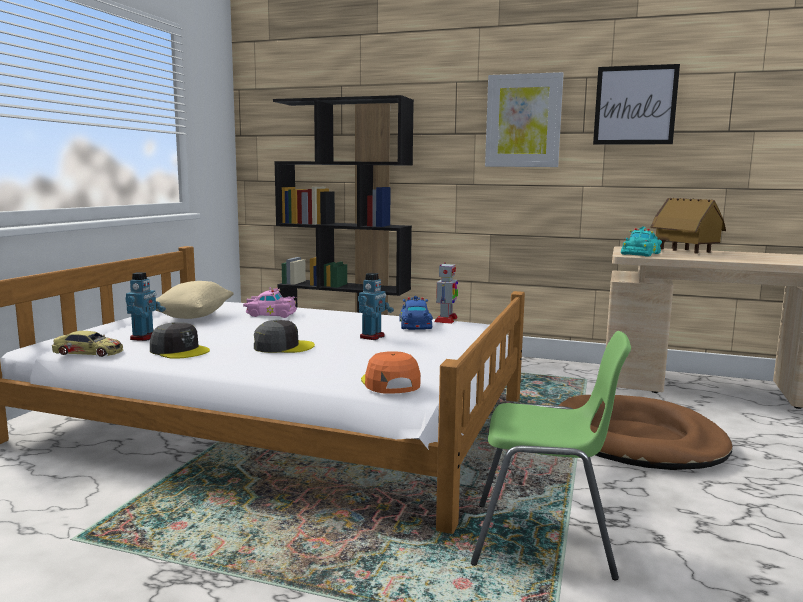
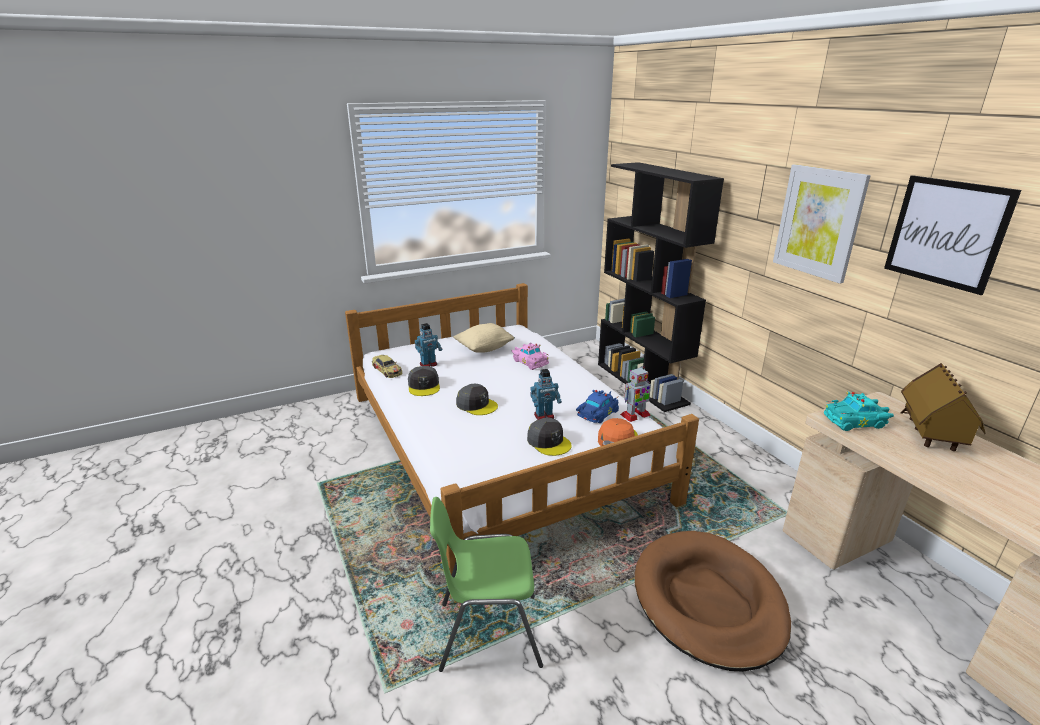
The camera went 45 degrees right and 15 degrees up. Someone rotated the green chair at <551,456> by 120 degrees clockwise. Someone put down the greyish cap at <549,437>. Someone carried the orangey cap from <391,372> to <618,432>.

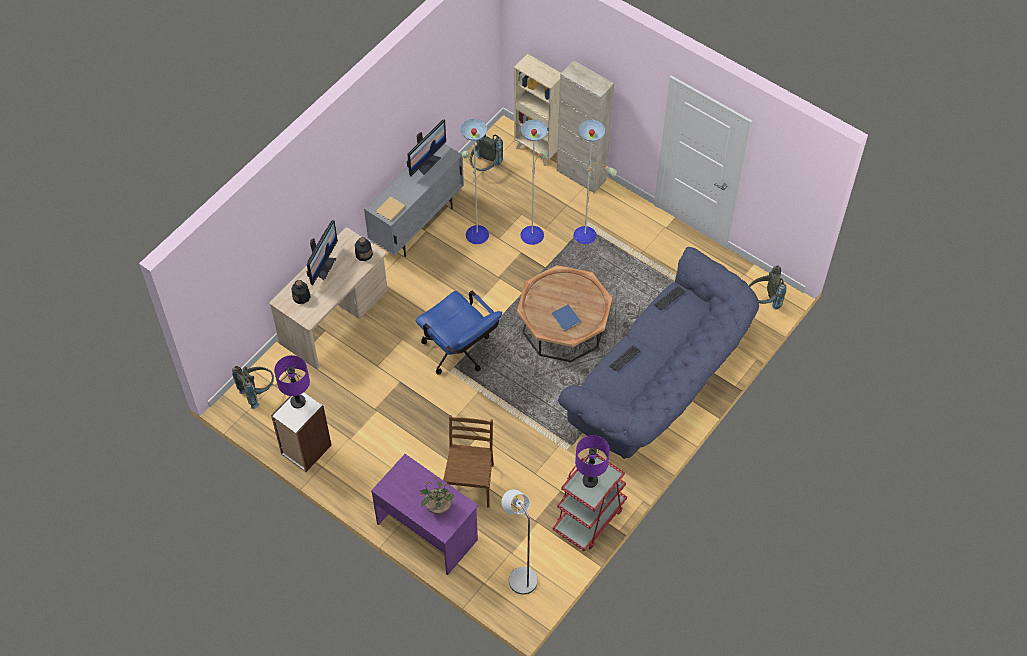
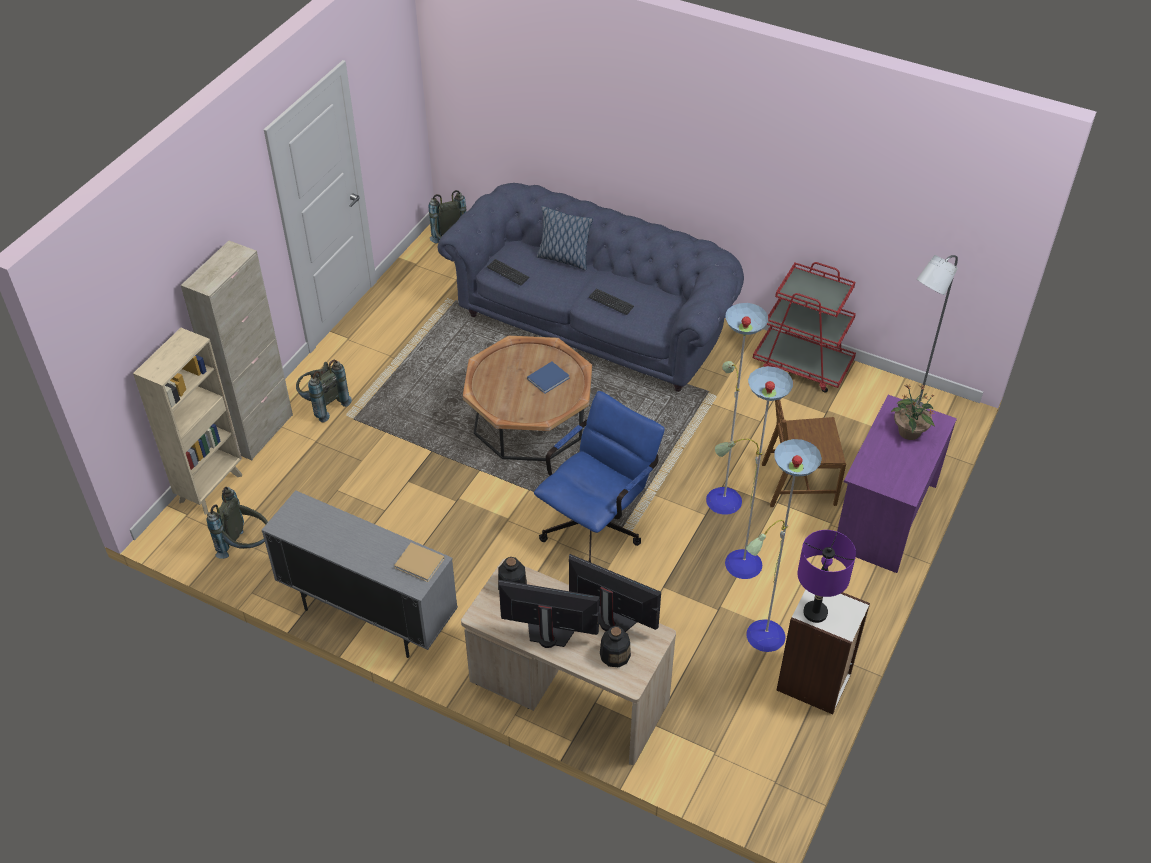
The camera went 100 degrees left and 10 degrees down. Someone carried the greyish backpack from <253,387> to <324,391>. Someone put down the pillow at <565,238>. Someone carried the computer display from <426,148> to <615,593>. Someone carried the standard lamp from <538,182> to <764,477>. Someone took away the purplish table lamp at <592,461>.

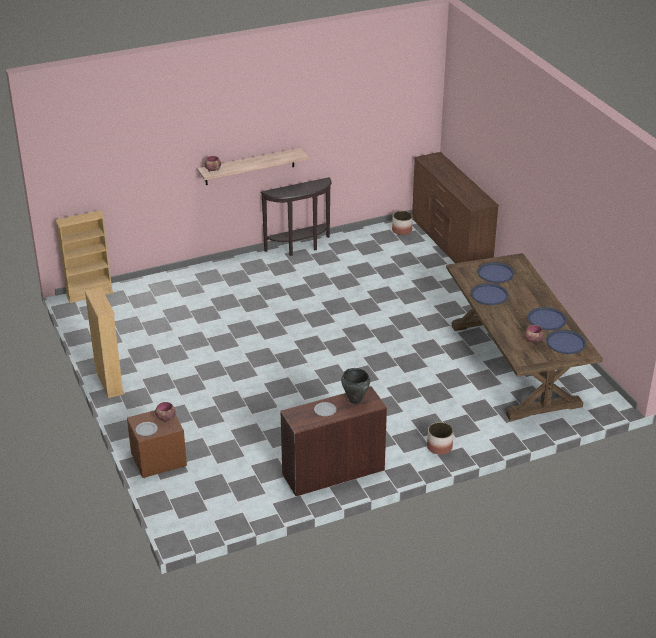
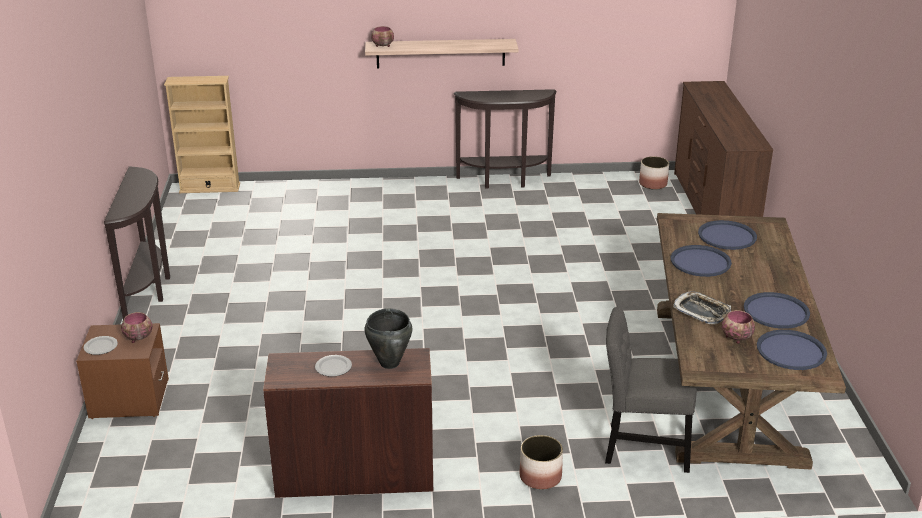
The camera went 20 degrees right and 5 degrees down. Someone swapped the sand-coloured shelving unit at <104,342> for the brownish hall table at <137,243>. Someone put down the greyish chair at <651,390>. Someone put down the tray at <702,307>.

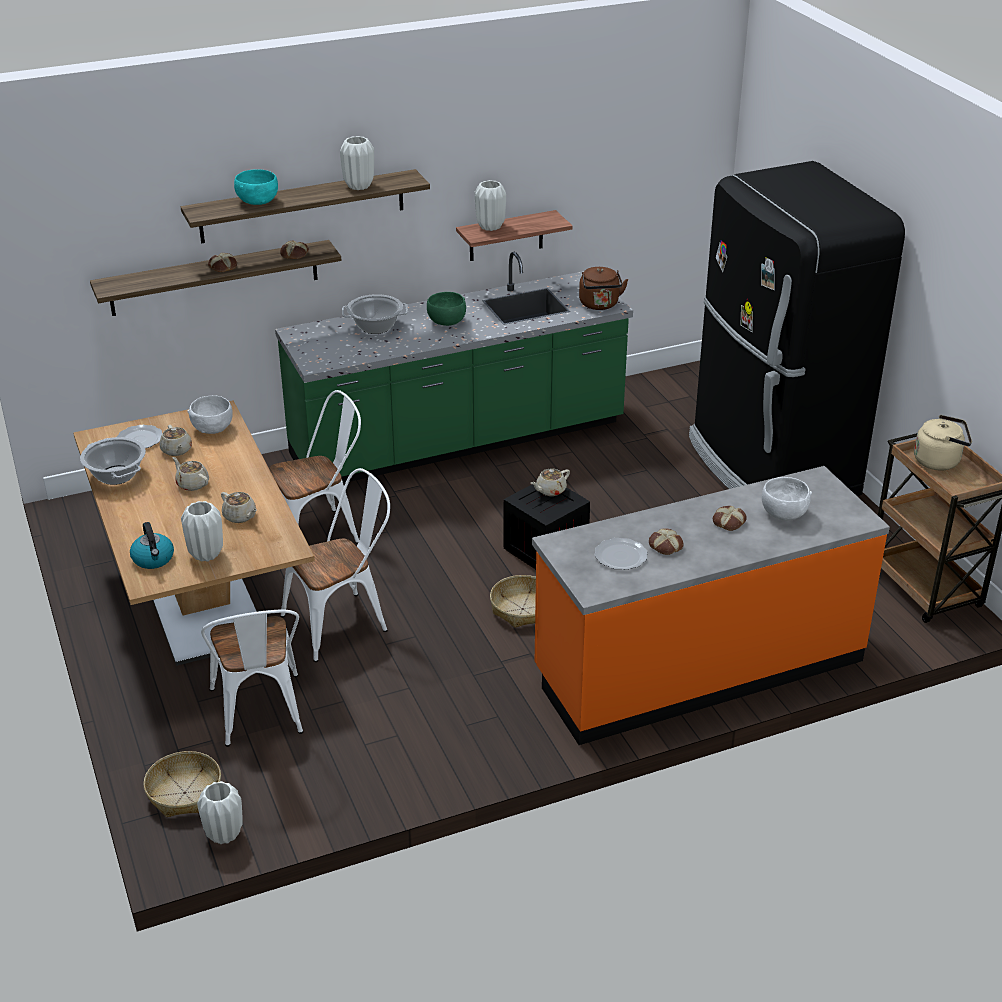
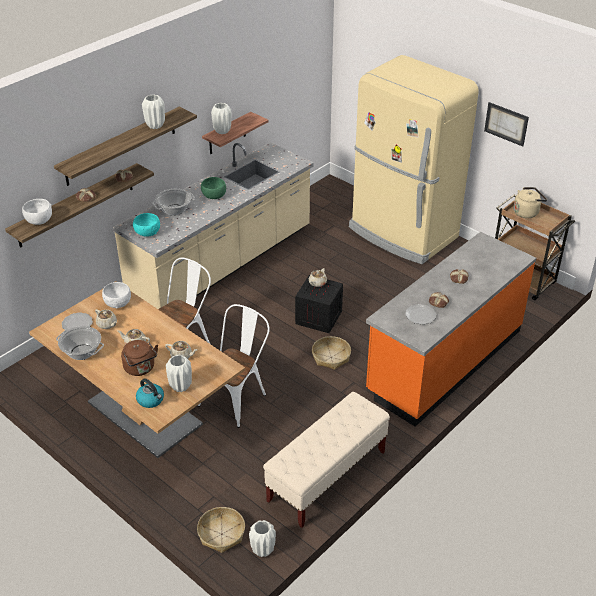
The camera went 25 degrees left and 5 degrees up. Someone carried the white bowl from <787,499> to <37,212>. Someone repainted the green kitchen counter at <454,367>, which became the sand-coloured kitchen counter at <213,225>. Someone carried the brownish water kettle from <603,288> to <139,358>. Someone carried the blue-green bowl from <256,187> to <146,225>. Someone put down the sand-coloured long seat at <326,460>. Someone repainted the blackish refrigerator at <797,328>, which became the sand-coloured refrigerator at <414,159>. Someone put up the wall art at <506,124>. Someone took away the white chair at <252,678>.

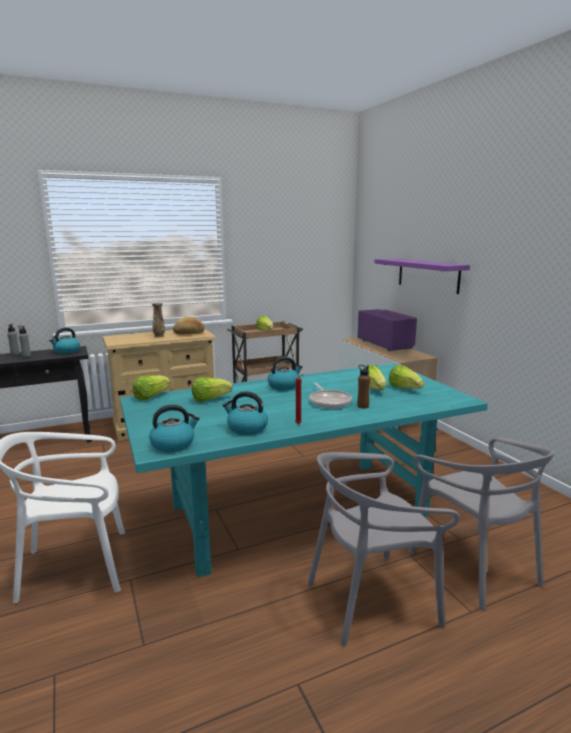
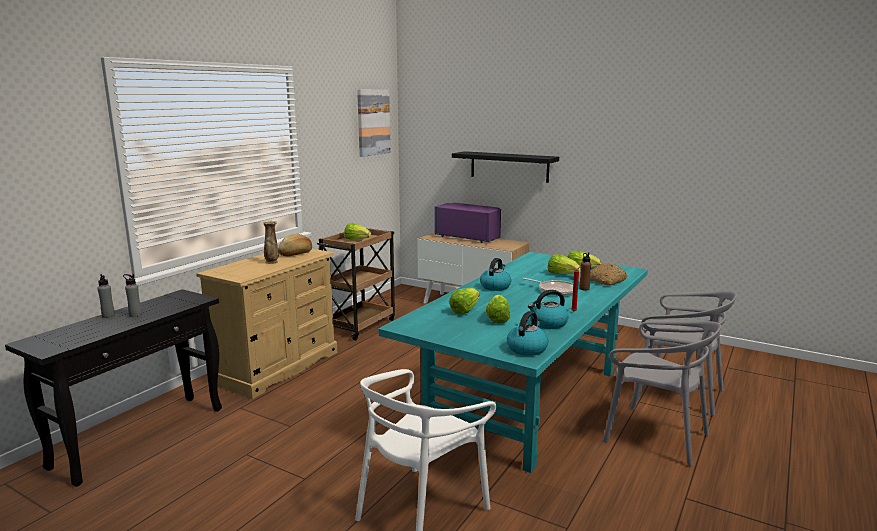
The camera went 35 degrees left and 0 degrees up. Someone put up the wall art at <374,123>. Someone repainted the purplish bracket shelf at <422,276>, which became the blackish bracket shelf at <505,167>. Someone carried the lettuce head from <151,387> to <498,309>. Someone put down the baked bread at <608,274>. Someone rotated the greyish chair at <383,549> by 90 degrees counterclockwise. Someone took away the water kettle at <64,341>.

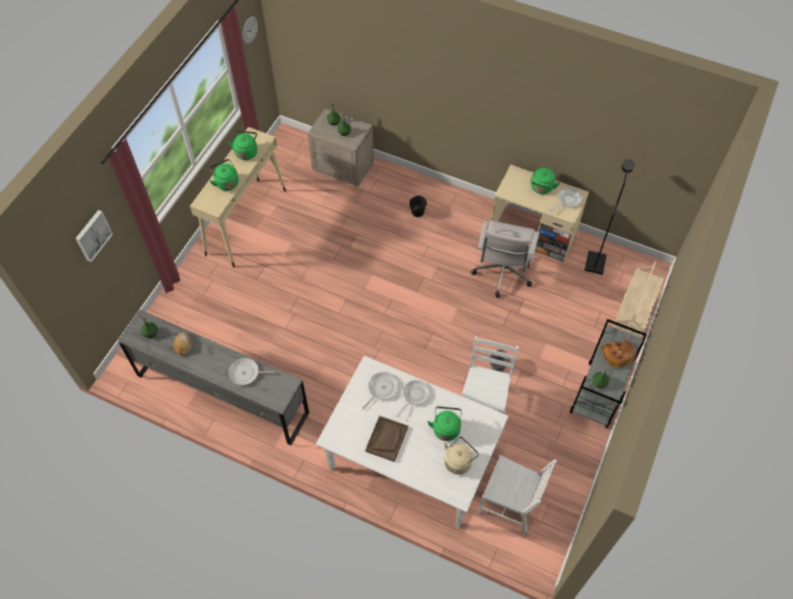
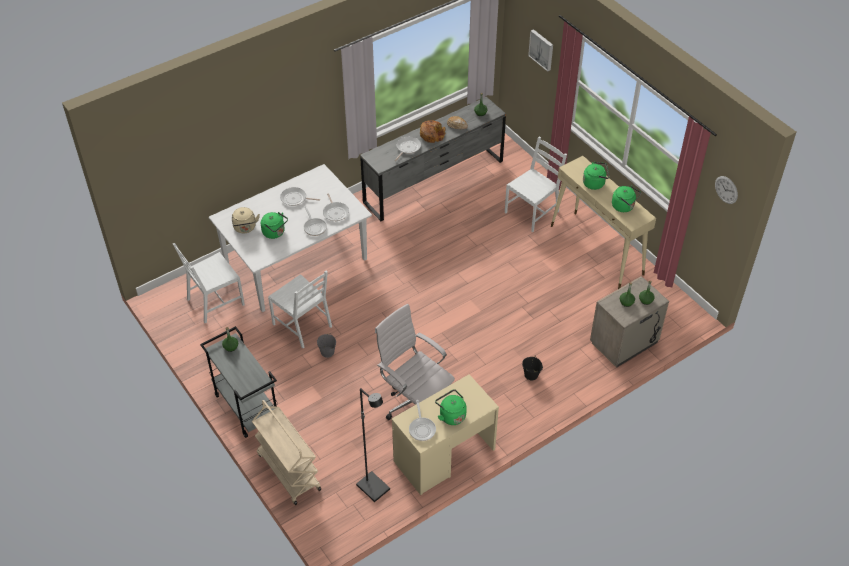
The camera went 120 degrees right and 10 degrees down. Someone swapped the brownish tray at <386,439> for the pan at <300,196>. Someone carried the baked bread from <618,354> to <432,131>. Someone put down the white chair at <536,184>.

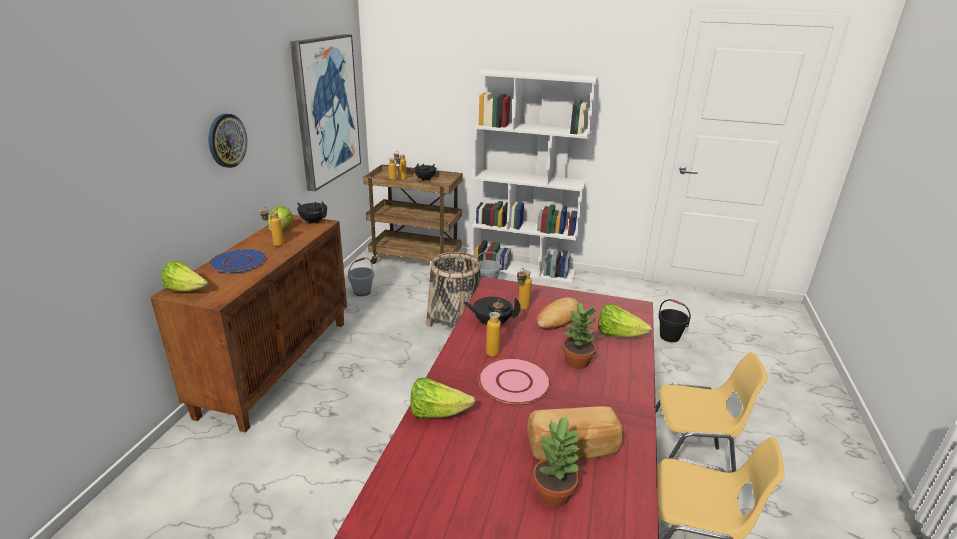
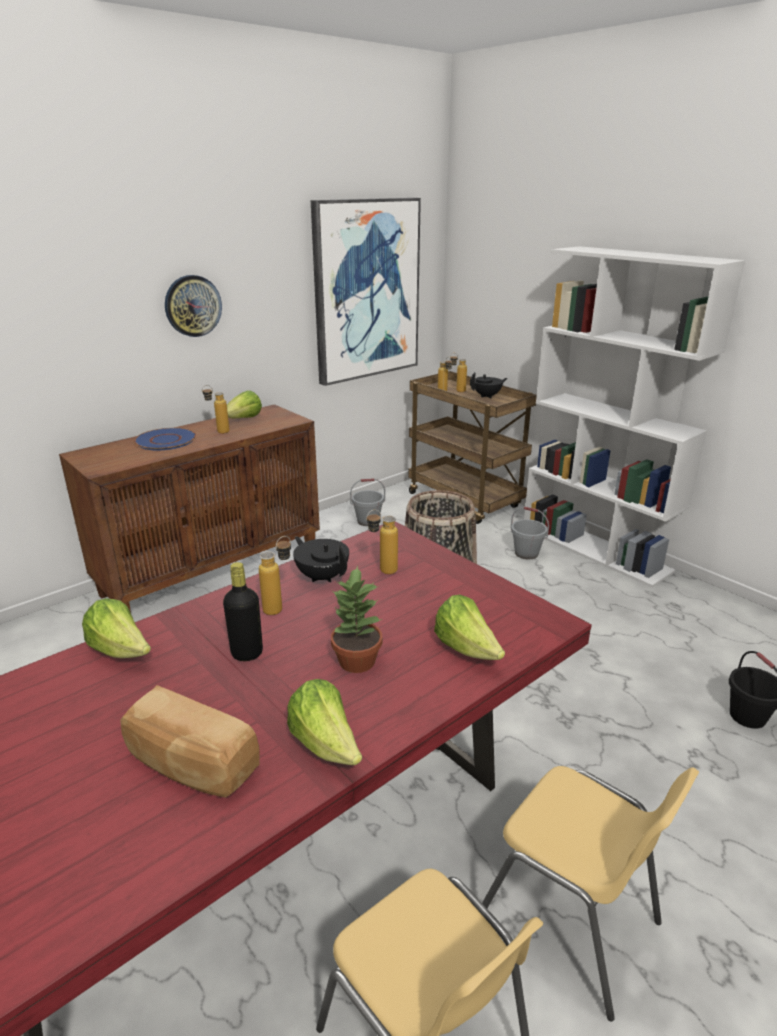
The camera went 35 degrees right and 0 degrees up. Someone swapped the pinkish plate at <514,381> for the blackish drink bottle at <243,611>. Someone carried the lettuce head from <184,276> to <324,722>. Someone took away the blackish teapot at <312,212>. Someone took away the potted plant at <557,460>. Someone took away the baked bread at <557,313>.

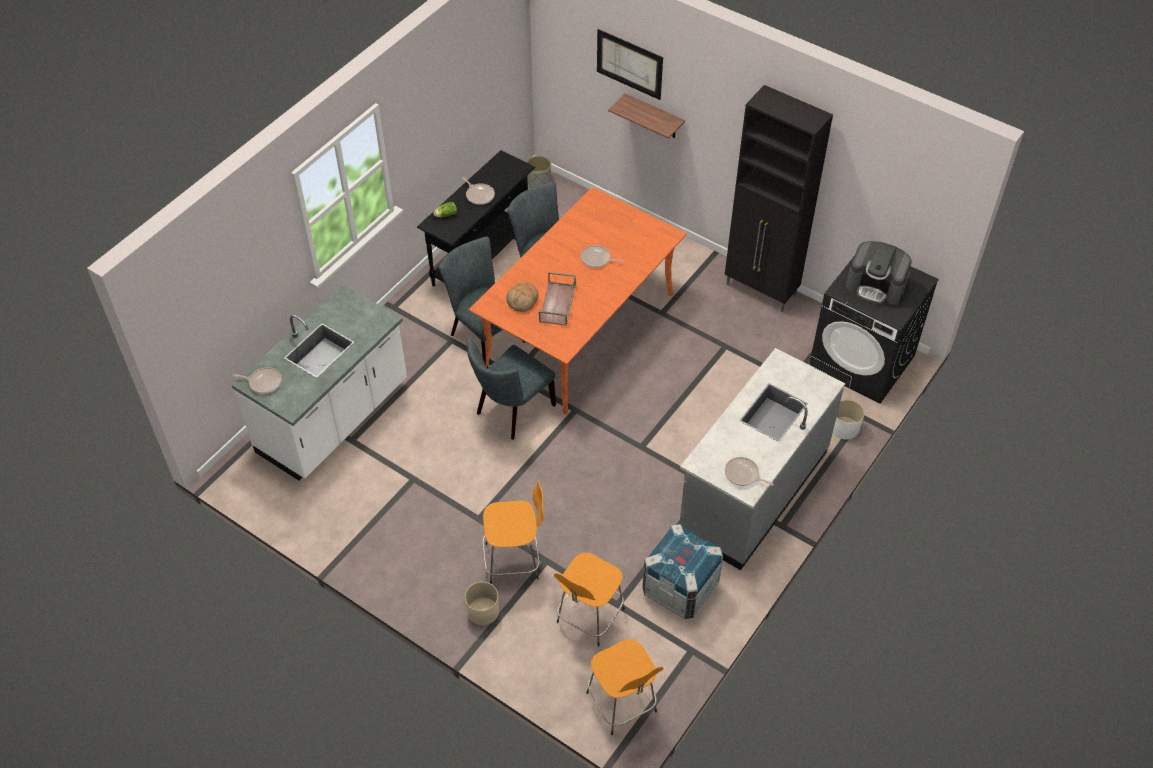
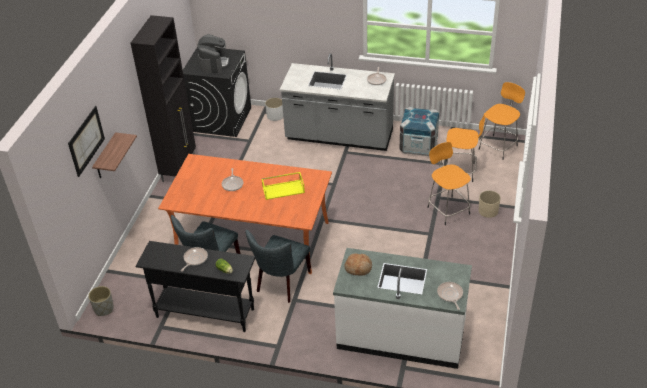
The camera went 110 degrees left and 10 degrees down. Someone repainted the brownish tray at <557,299>, which became the yellow-coloured tray at <283,186>. Someone carried the baked bread from <522,297> to <358,264>. Someone took away the greyish chair at <511,388>.

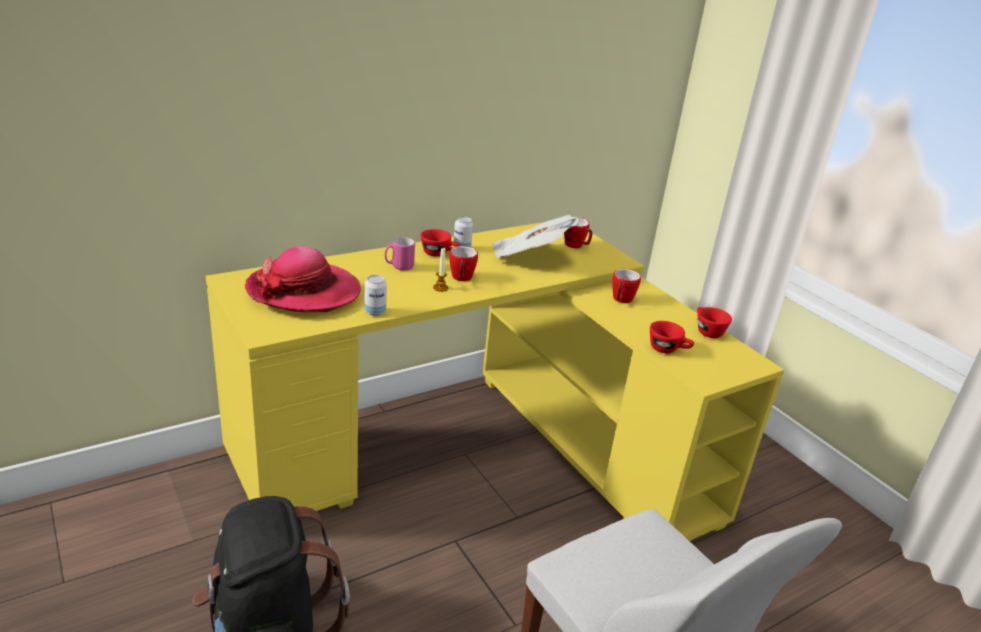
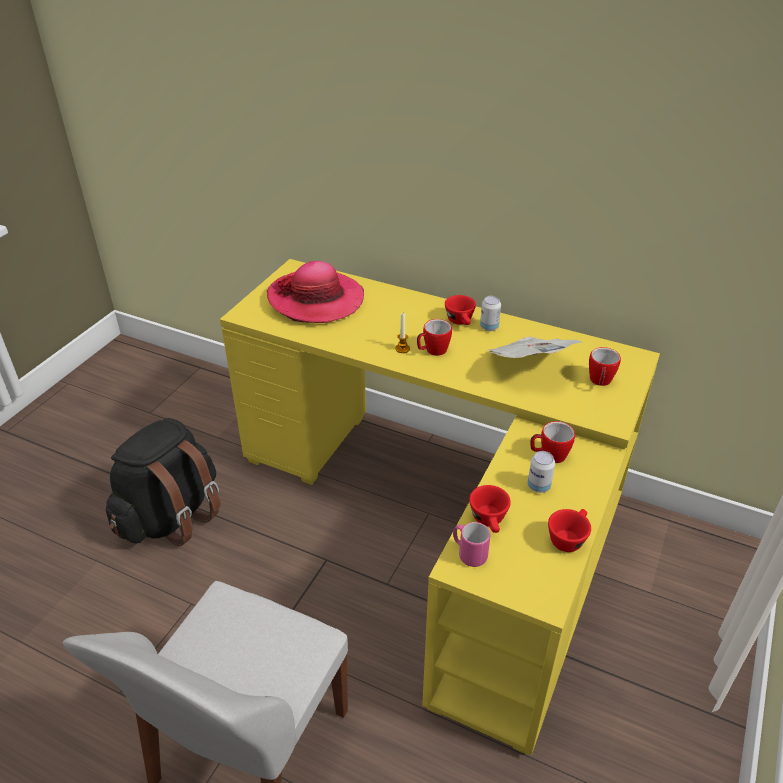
The camera went 60 degrees right and 10 degrees up. Someone carried the pinkish mug from <399,254> to <471,544>. Someone carried the sealed can from <375,295> to <541,472>.

